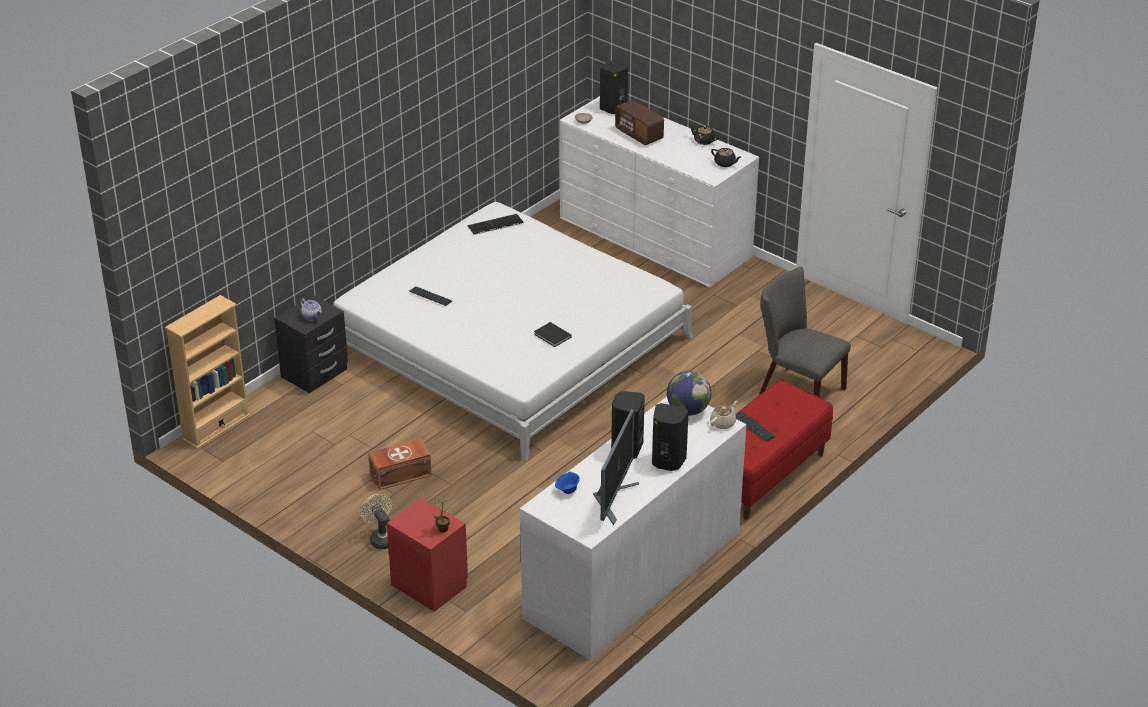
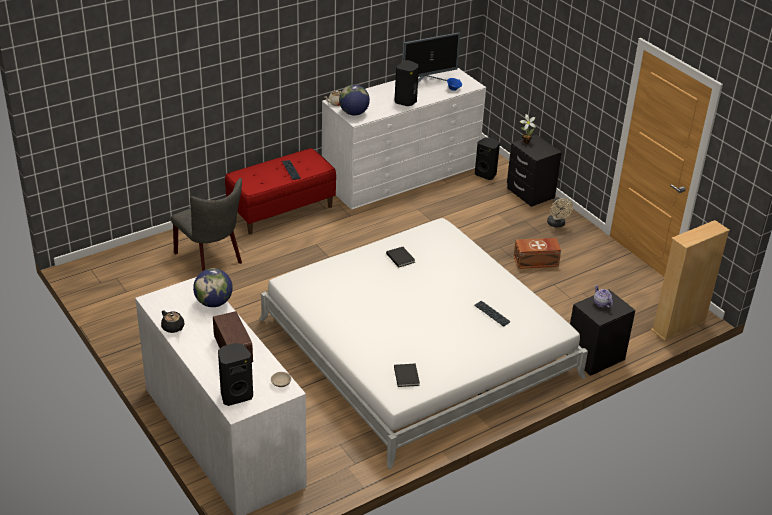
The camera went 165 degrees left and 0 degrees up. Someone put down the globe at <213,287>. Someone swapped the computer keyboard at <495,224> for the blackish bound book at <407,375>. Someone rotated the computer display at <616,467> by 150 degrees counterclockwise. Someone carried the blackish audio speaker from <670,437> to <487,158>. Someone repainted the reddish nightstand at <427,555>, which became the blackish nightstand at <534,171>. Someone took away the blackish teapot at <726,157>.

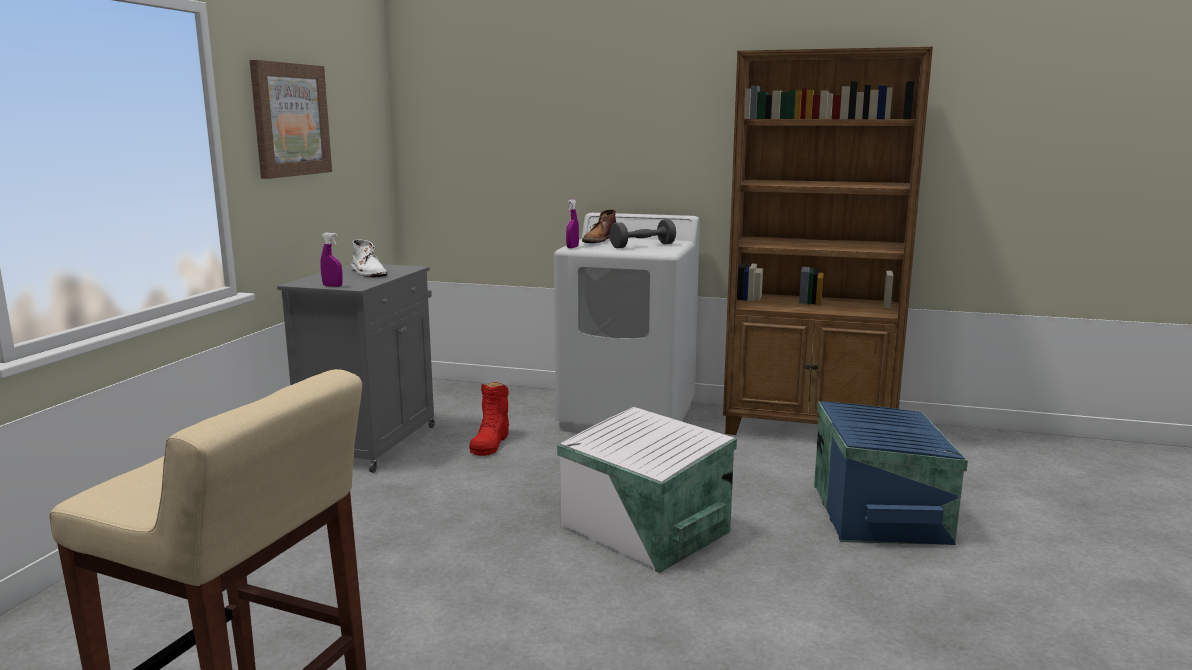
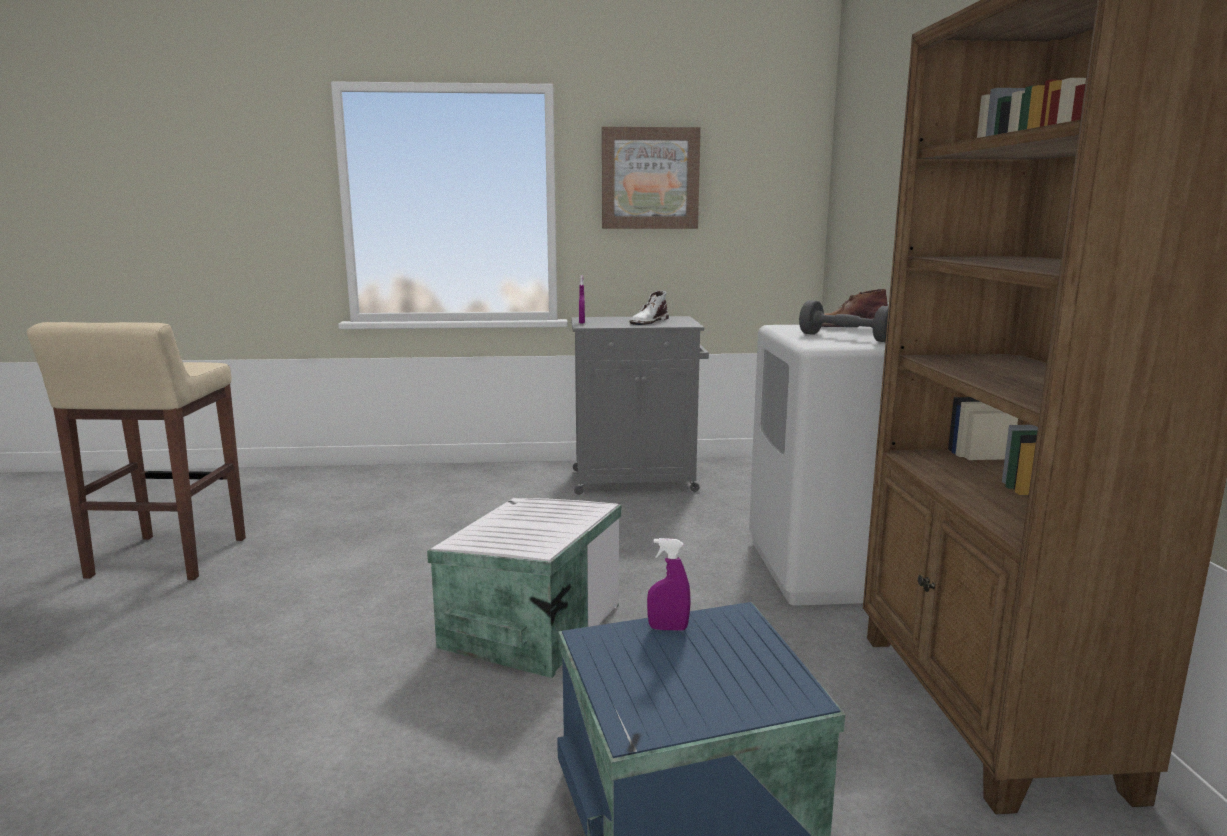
The camera went 70 degrees right and 0 degrees up. Someone carried the purplish hand sprayer from <572,223> to <669,584>. Someone took away the reddish high-top boot at <489,419>.

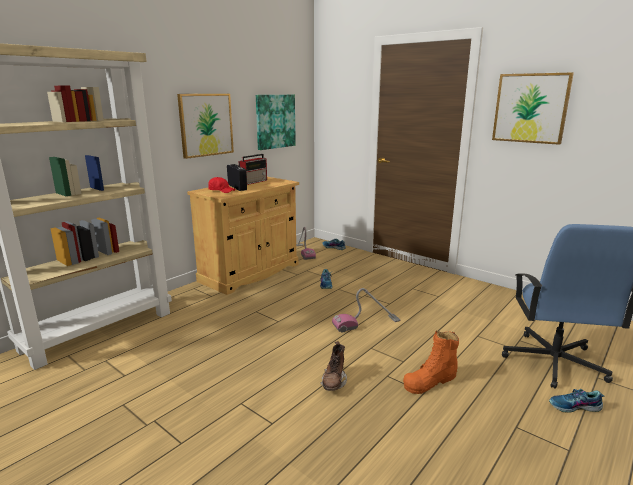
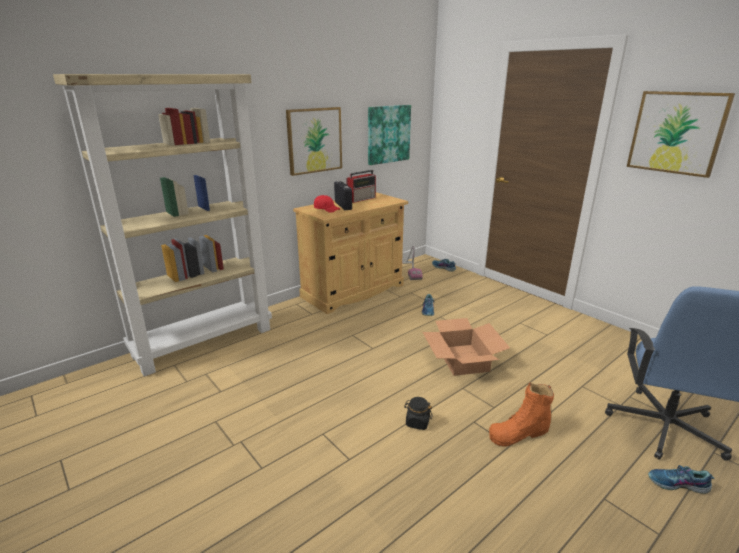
The camera went 10 degrees right and 5 degrees up. Someone swapped the brownish high-top boot at <333,366> for the blackish storage jar at <418,413>. Someone swapped the hoover at <366,310> for the cardboard box at <466,347>.

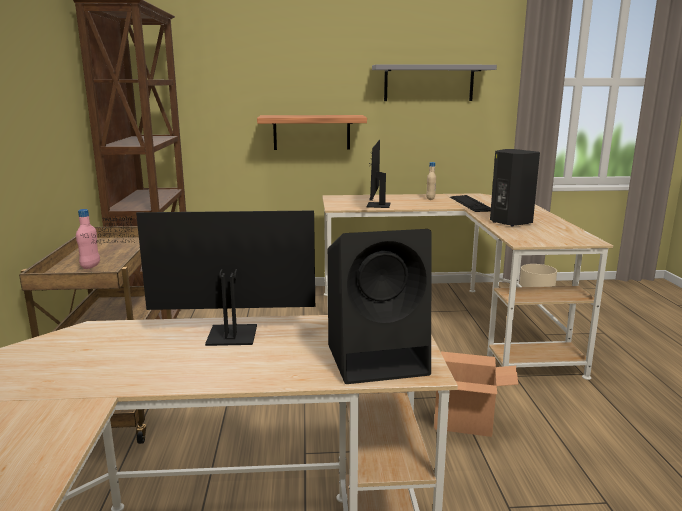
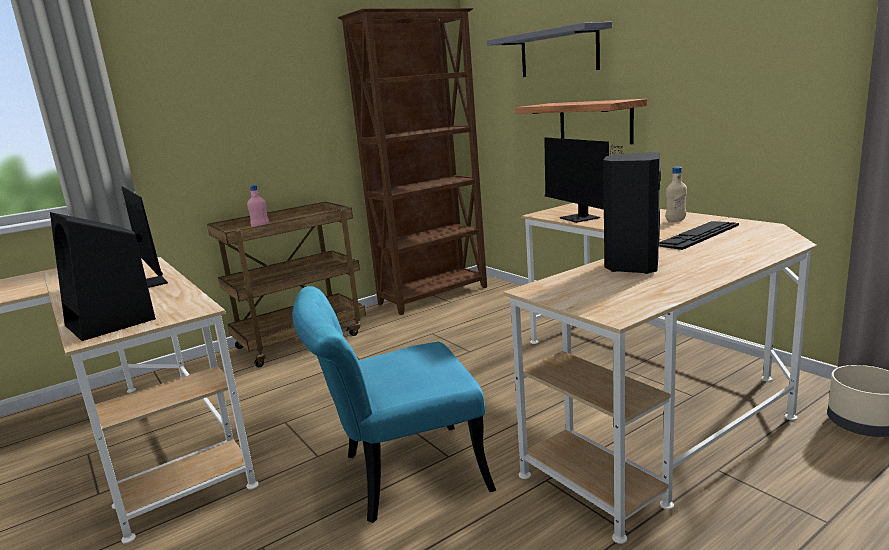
The camera went 60 degrees right and 0 degrees up. Someone swapped the cardboard box at <476,394> for the blue-green chair at <394,404>. Someone carried the greyish bracket shelf from <434,82> to <549,49>. Someone rotated the computer display at <378,174> by 90 degrees counterclockwise.

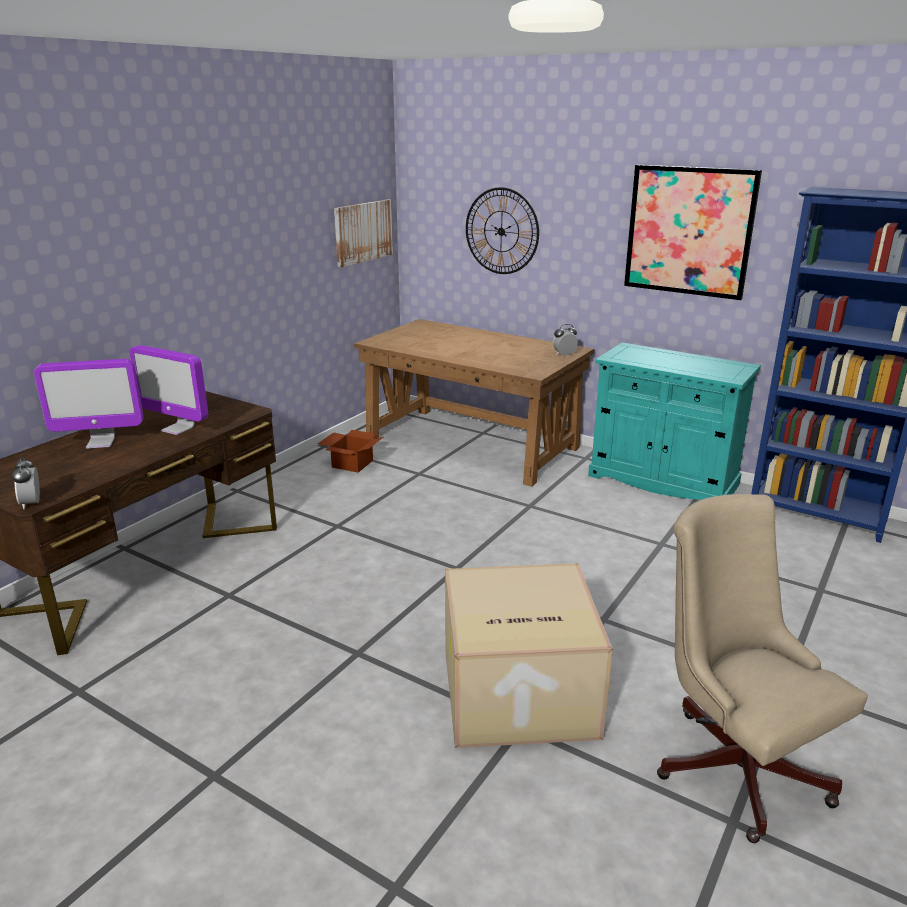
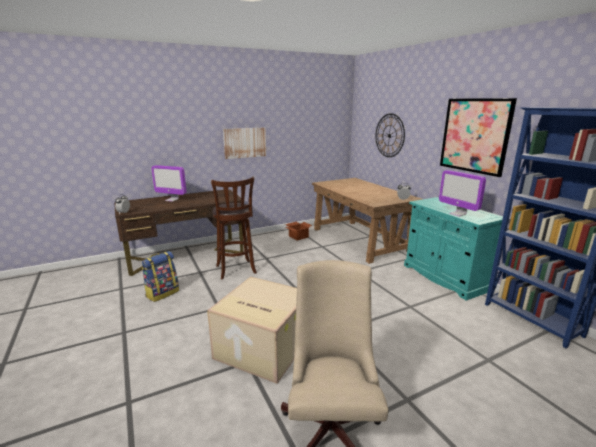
The camera went 30 degrees right and 5 degrees down. Someone put down the backpack at <160,276>. Someone put down the brownish stool at <234,228>. Someone carried the wall art from <363,233> to <244,143>. Someone carried the computer display from <169,390> to <462,193>.

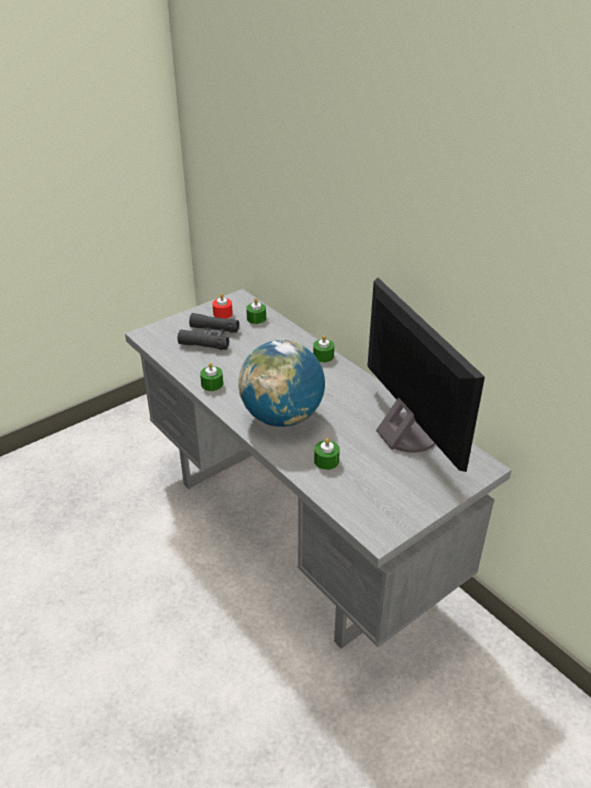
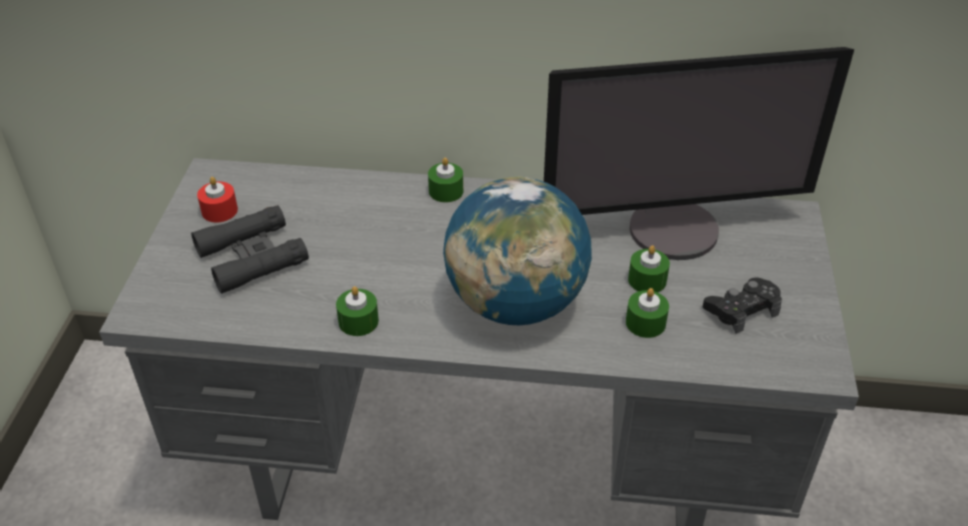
The camera went 45 degrees left and 5 degrees up. Someone rotated the computer display at <426,375> by 150 degrees clockwise. Someone carried the green wax candle from <256,311> to <649,268>. Someone put down the blackish gamepad at <742,305>.

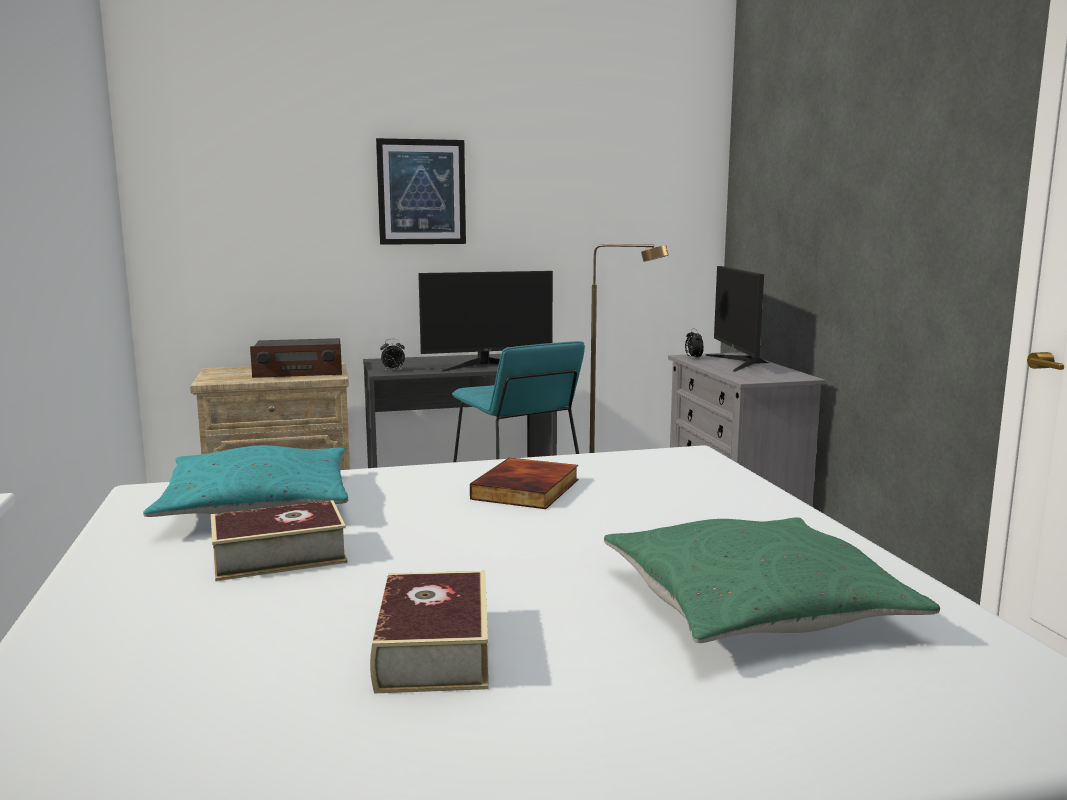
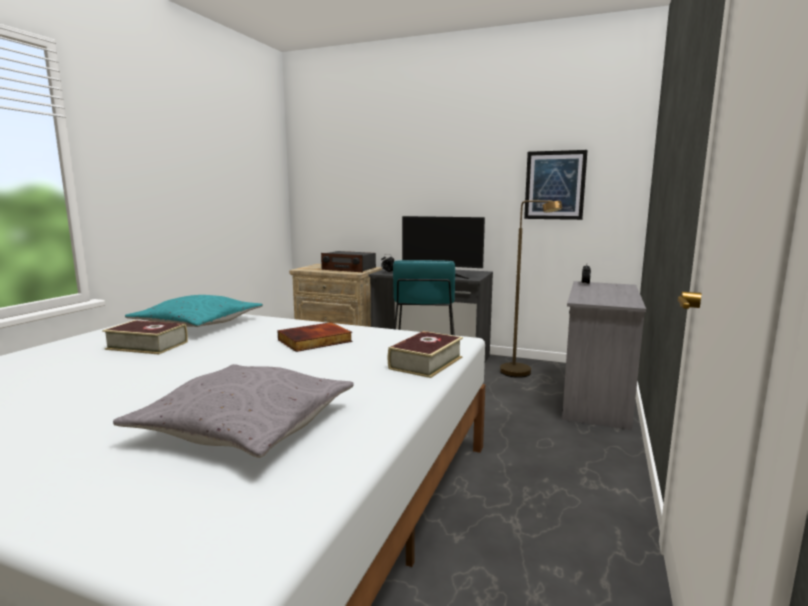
The camera went 35 degrees right and 0 degrees up. Someone repainted the green pillow at <772,580>, which became the greyish pillow at <233,411>. Someone carried the bound book from <429,632> to <425,354>. Someone carried the wall art from <421,191> to <556,185>. Someone took away the computer display at <737,319>.

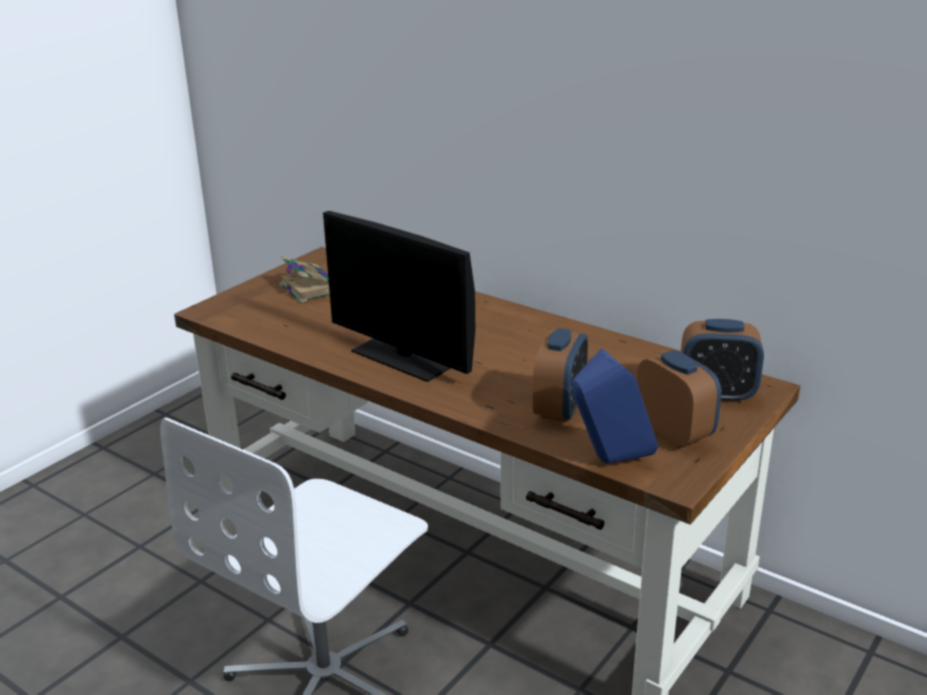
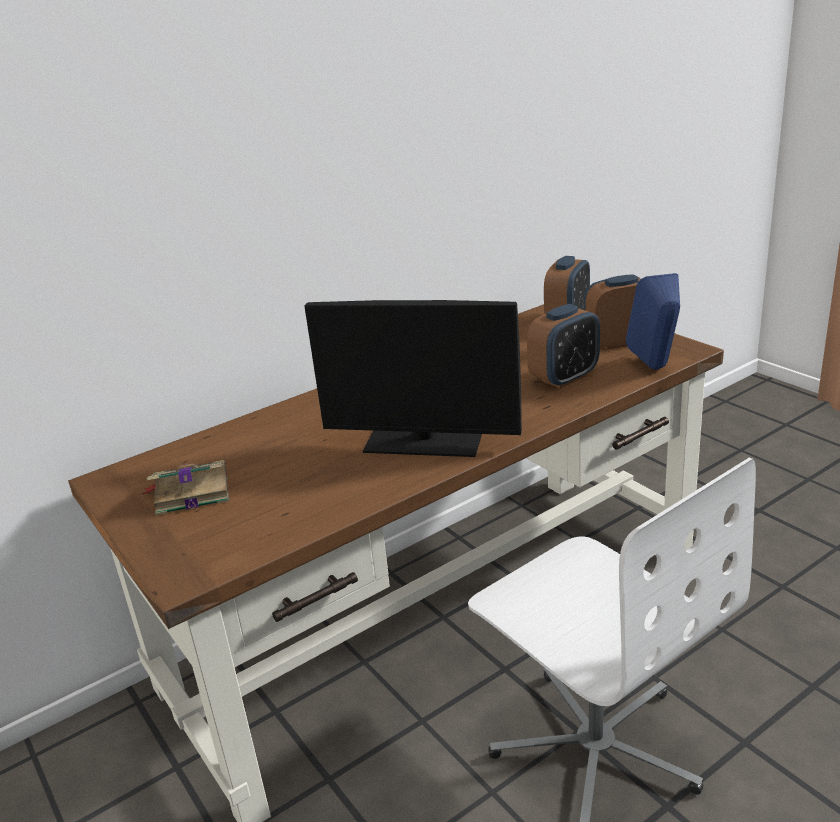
The camera went 70 degrees left and 0 degrees up. Someone rotated the computer display at <399,296> by 45 degrees clockwise. Someone rotated the table clock at <560,375> by 105 degrees clockwise.

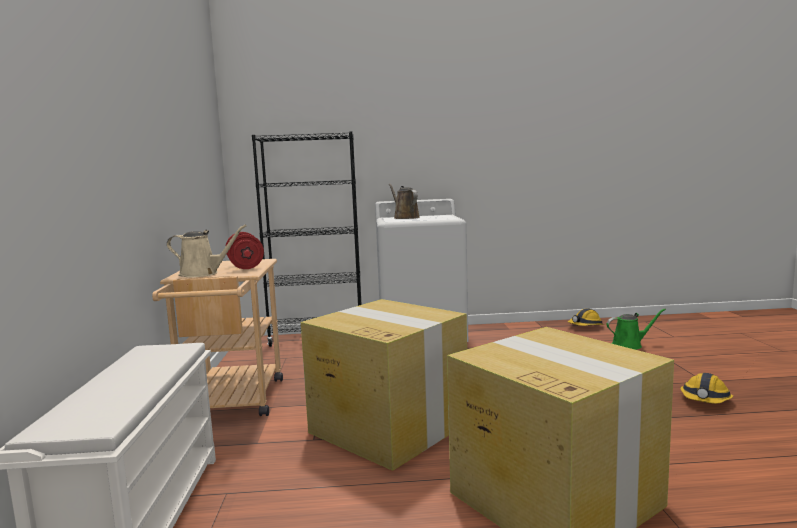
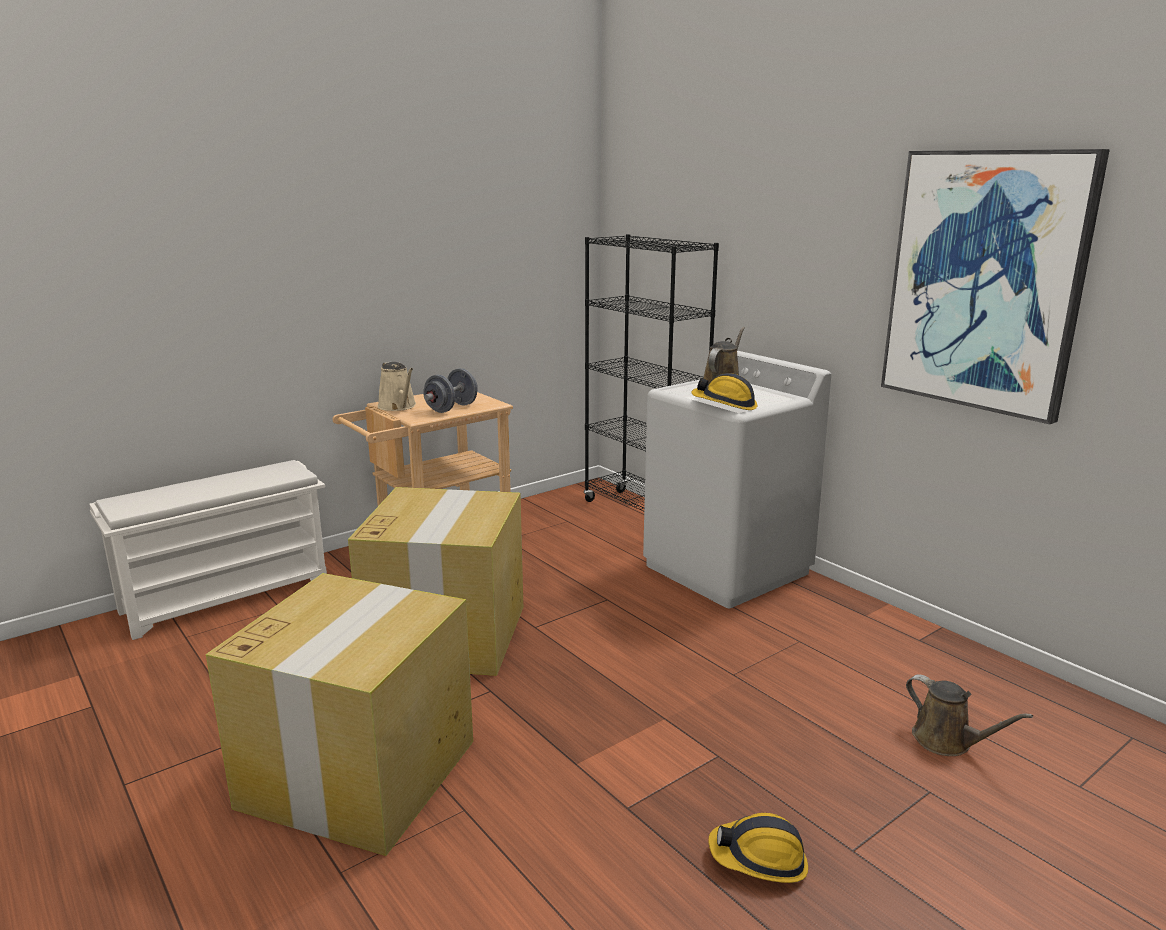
The camera went 55 degrees right and 10 degrees up. Someone repainted the reddish free weight at <244,250>, which became the greyish free weight at <450,390>. Someone carried the safety helmet from <586,317> to <724,391>. Someone put up the wall art at <995,286>. Someone repainted the green watering pot at <636,329>, which became the brownish watering pot at <969,715>.

